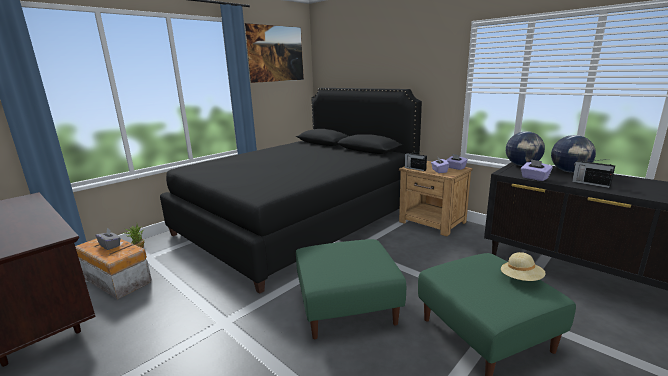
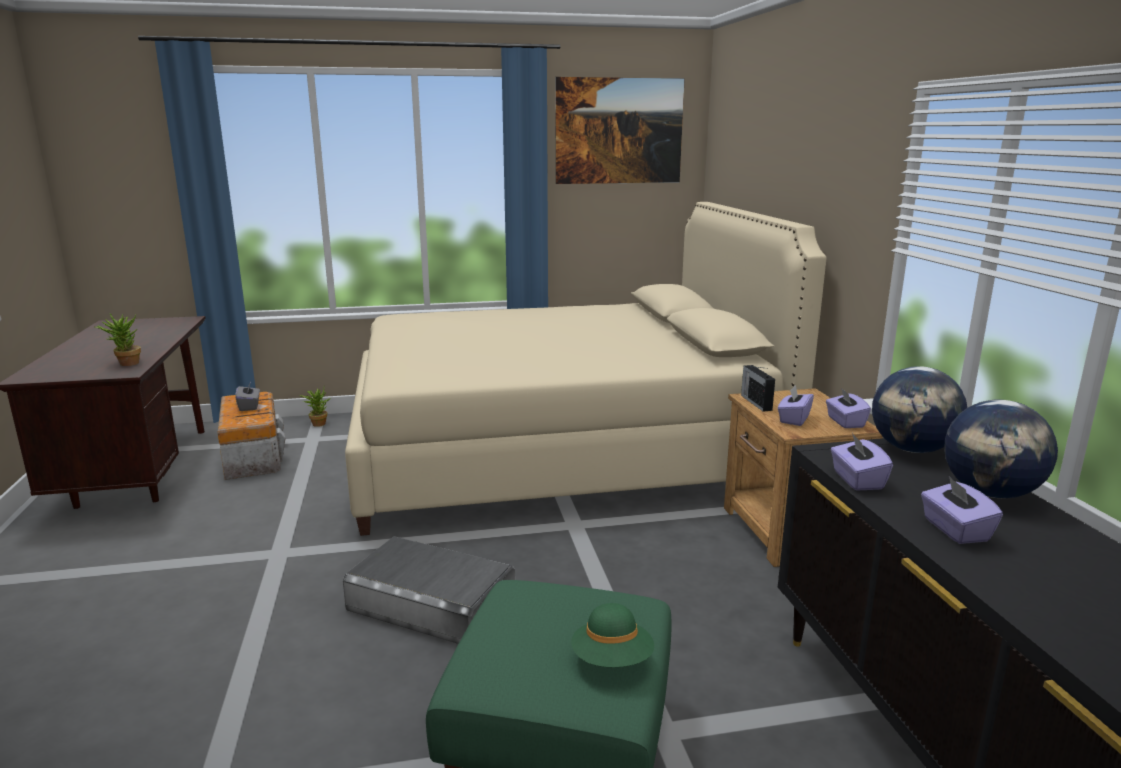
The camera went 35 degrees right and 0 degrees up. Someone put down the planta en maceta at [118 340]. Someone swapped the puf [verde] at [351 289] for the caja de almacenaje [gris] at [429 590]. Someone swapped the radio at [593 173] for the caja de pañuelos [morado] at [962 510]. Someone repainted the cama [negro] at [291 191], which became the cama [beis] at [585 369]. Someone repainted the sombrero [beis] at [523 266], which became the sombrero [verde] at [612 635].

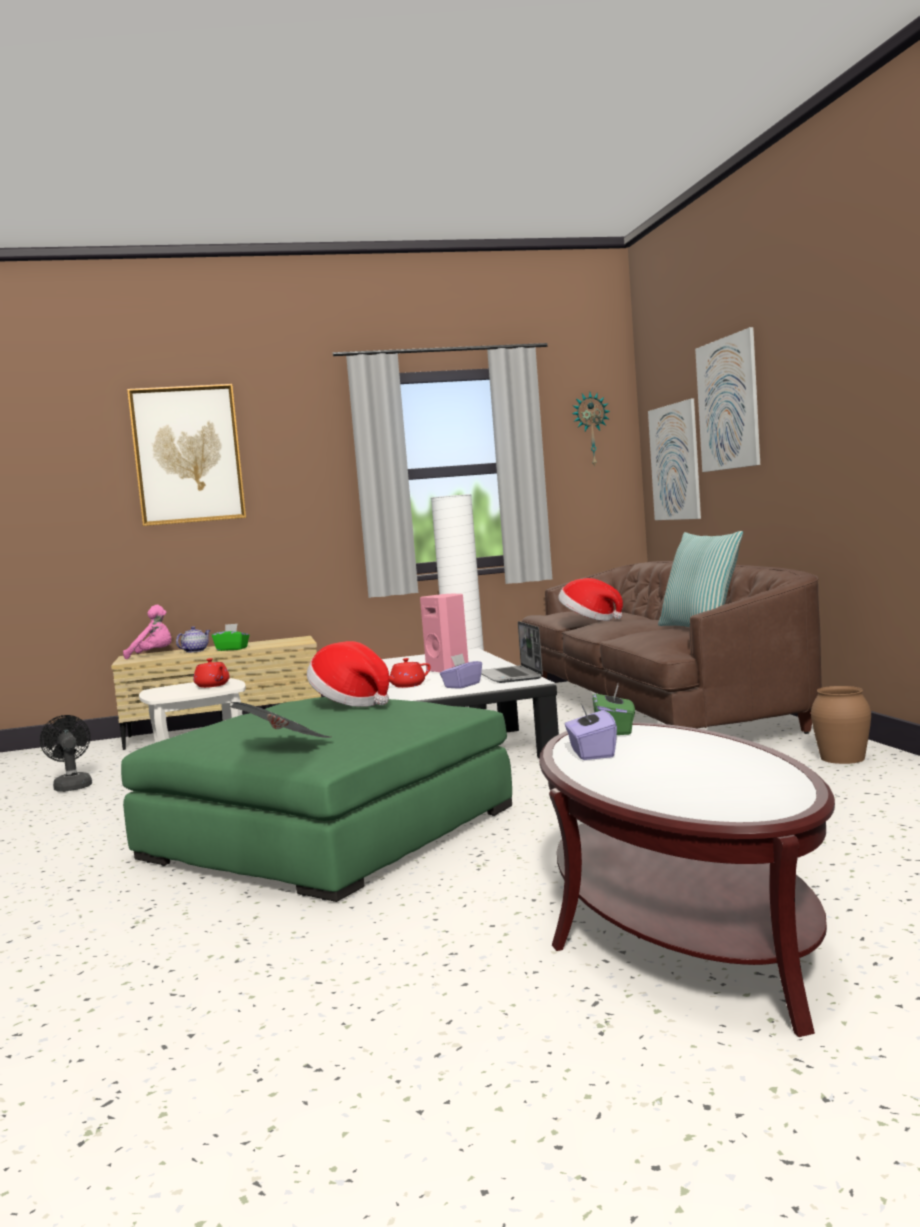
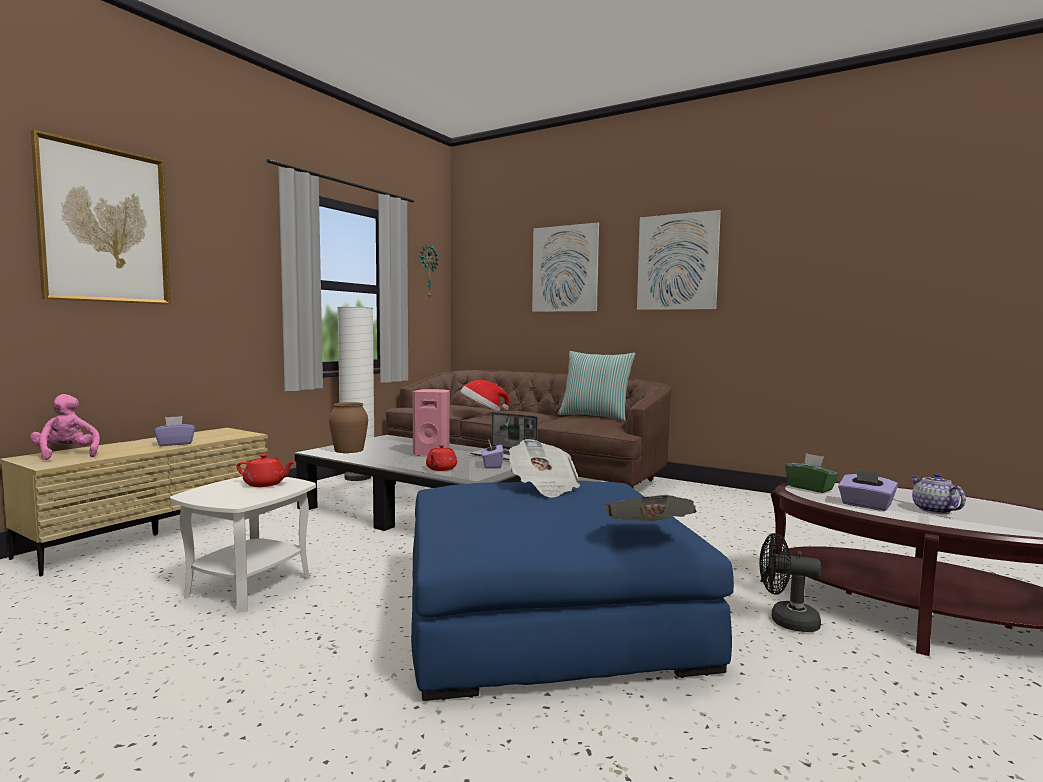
The camera went 45 degrees left and 0 degrees up. Someone carried the ventilador [negro] from [66 753] to [790 582]. Someone carried the tetera from [193 639] to [938 493]. Someone carried the cuadro from [674 459] to [679 260]. Someone carried the florero [marrón] from [841 725] to [348 427]. Someone swapped the sombrero at [348 674] for the periódico at [544 468]. Someone repainted the puf [verde] at [316 799], which became the puf [azul] at [572 591]. Someone repainted the caja de pañuelos [verde] at [231 637], which became the caja de pañuelos [morado] at [174 431]. Someone rotated the peluche [rosa] at [147 632] by 90 degrees counterclockwise.

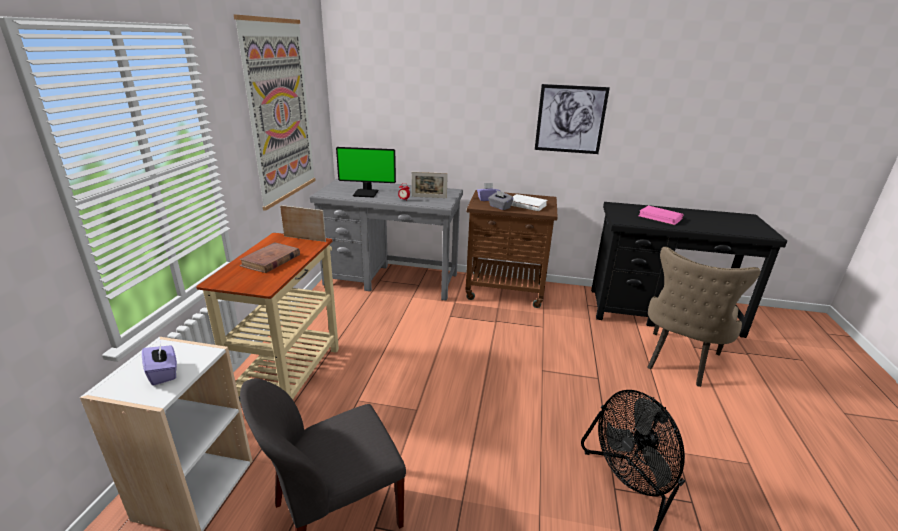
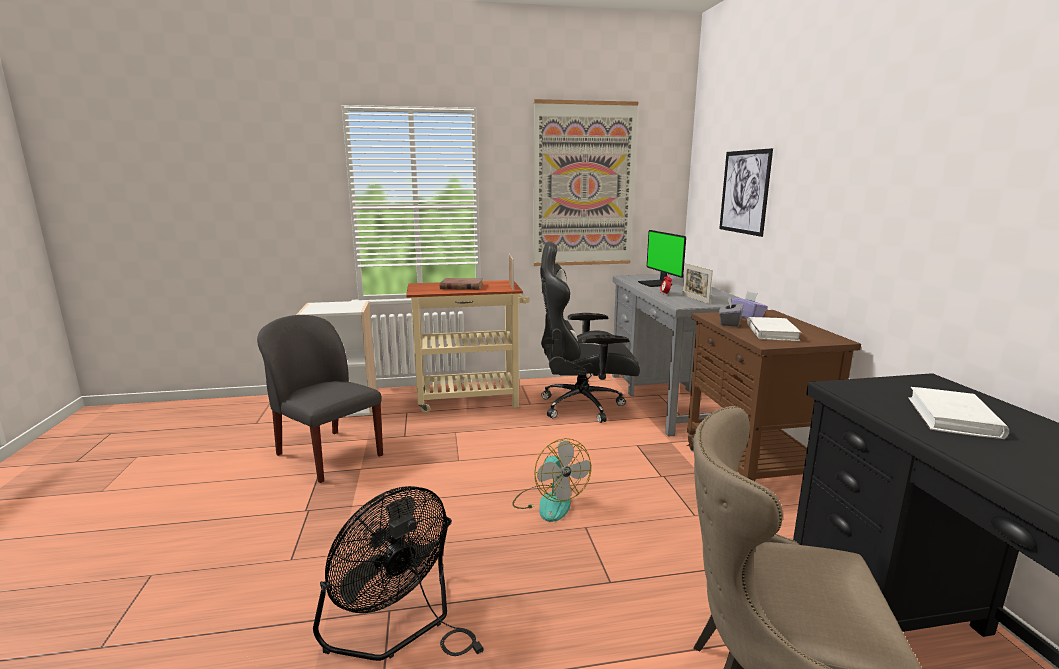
The camera went 70 degrees right and 10 degrees down. Someone took away the caja de pañuelos [morado] at [159 364]. Someone put down the ventilador at [551 480]. Someone put down the silla de oficina [negro] at [590 332]. Someone carried the cuadro from [572 119] to [746 192]. Someone repainted the libro [rosa] at [660 215], which became the libro [blanco] at [959 413].

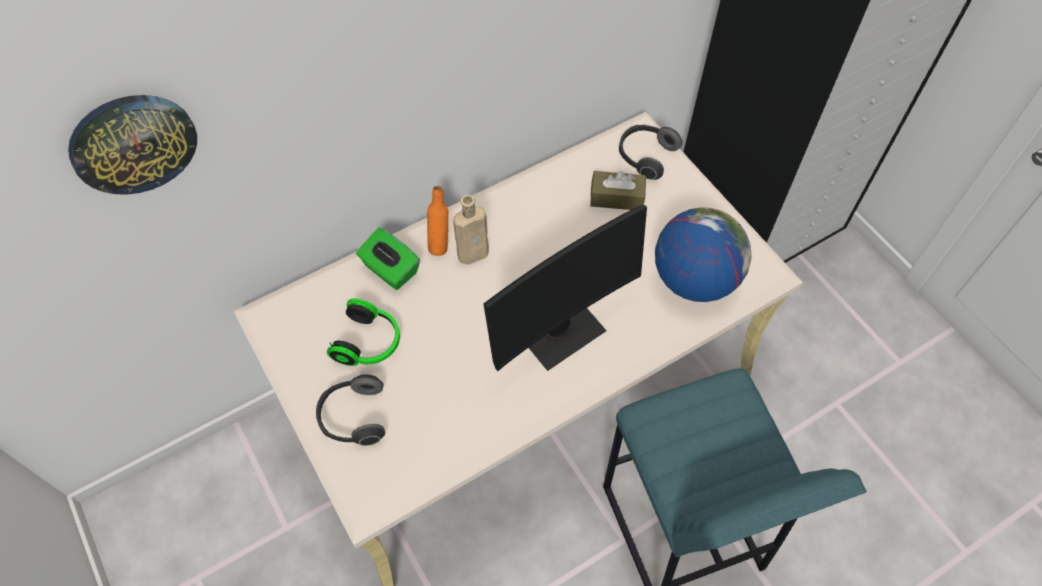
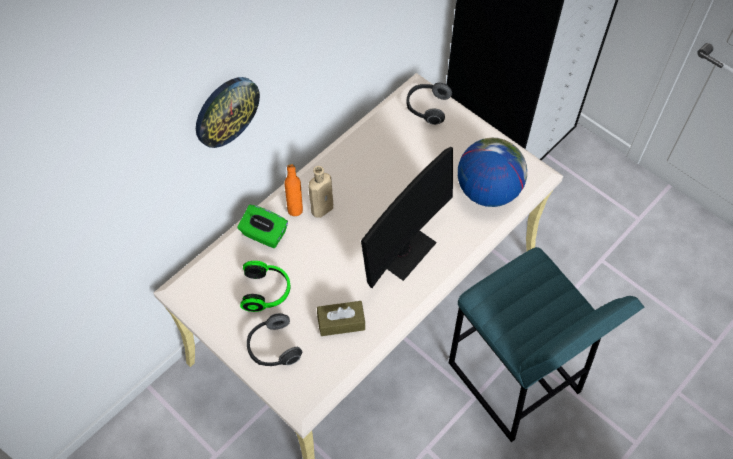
The camera went 15 degrees left and 0 degrees up. Someone carried the reloj de pared from [132 145] to [228 112]. Someone carried the caja de pañuelos [marrón] from [618 190] to [341 318].

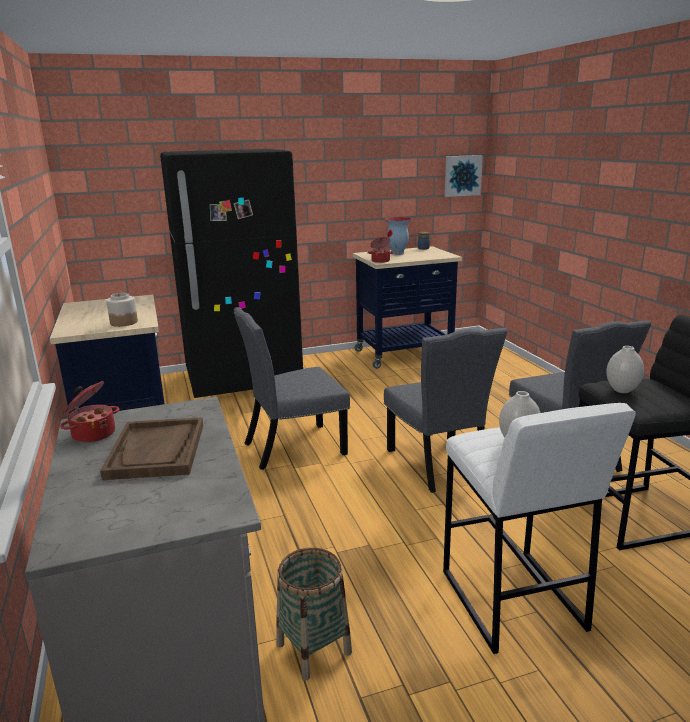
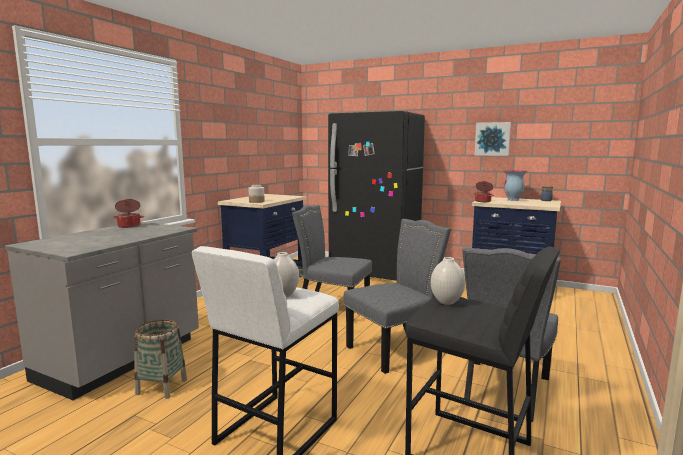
The camera went 45 degrees right and 10 degrees down. Someone took away the bandeja [marrón] at [151 448]. Someone carried the cuadro from [464 176] to [492 139]. Someone rotated the silla [gris] at [446 410] by 150 degrees counterclockwise.

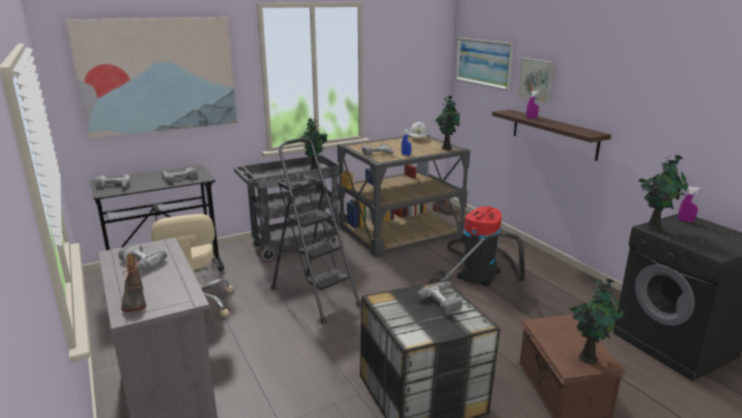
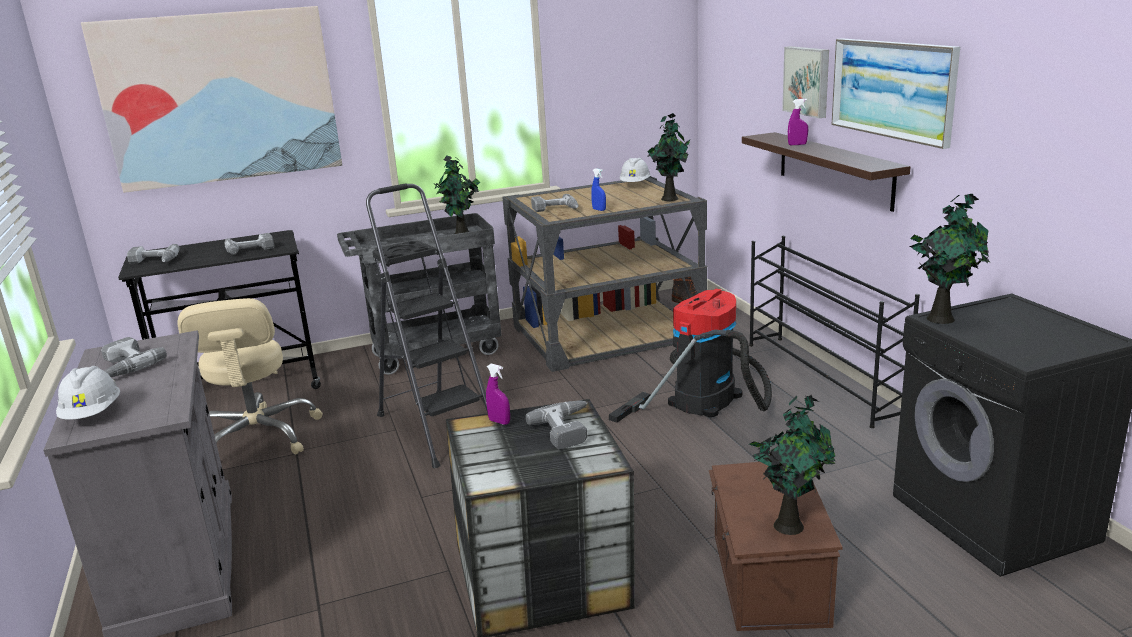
The camera went 10 degrees right and 0 degrees up. Someone put down the zapatero [negro] at [834 332]. Someone carried the cuadro from [484 64] to [896 93]. Someone carried the pulverizador [morado] from [689 204] to [498 394]. Someone swapped the bota at [133 282] for the casco [blanco] at [88 393].

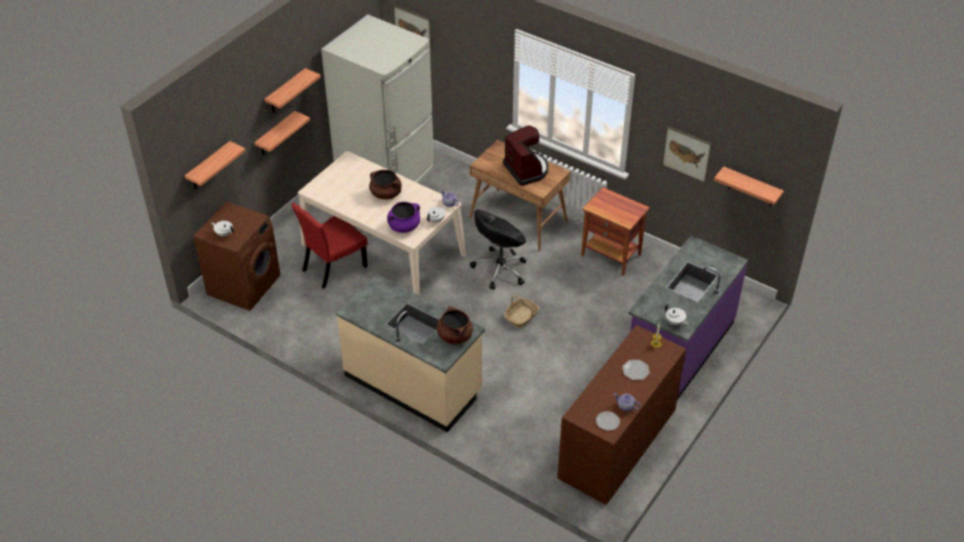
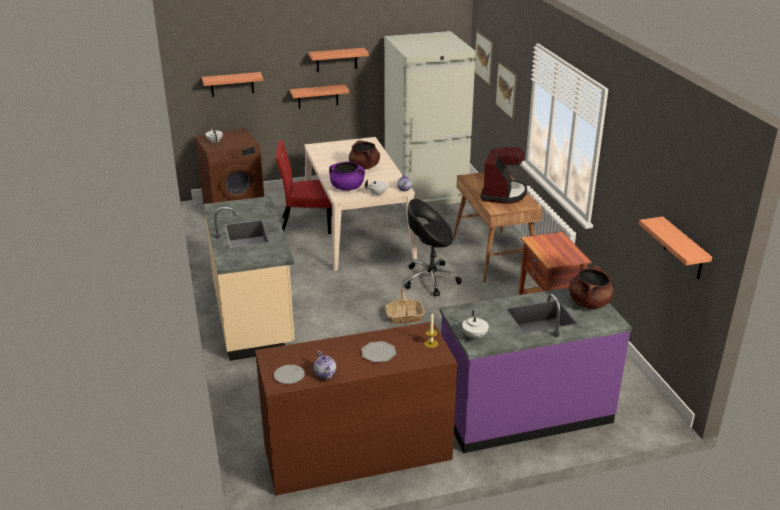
The camera went 40 degrees right and 15 degrees down. Someone carried the olla [marrón] from [455 325] to [591 287]. Someone carried the cuadro from [686 154] to [506 90].

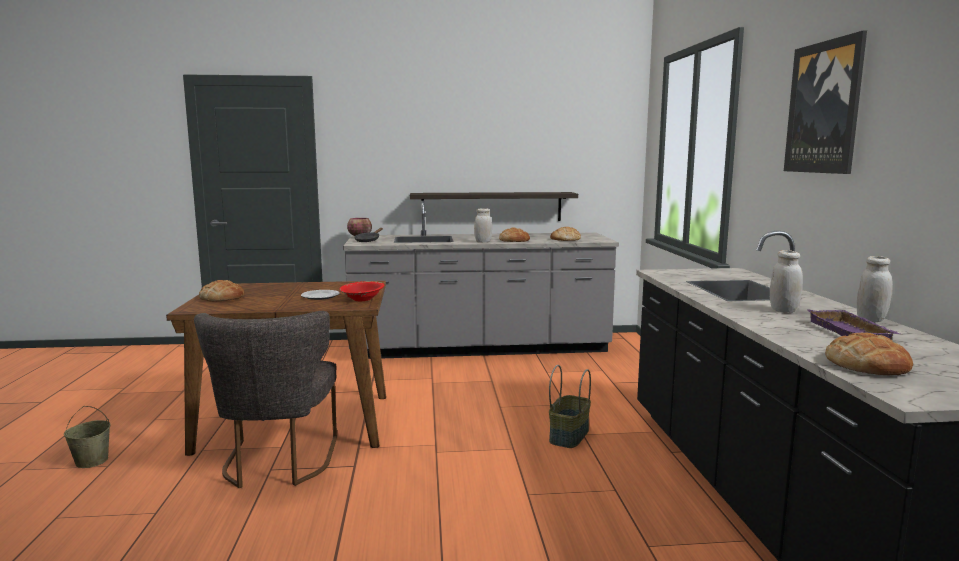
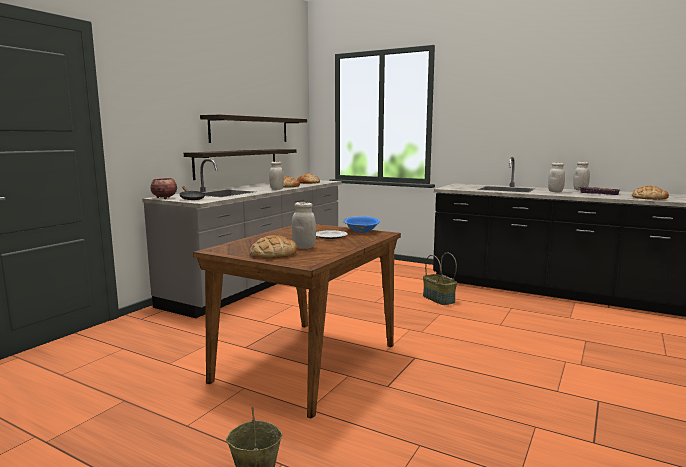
The camera went 55 degrees left and 0 degrees up. Someone took away the silla [gris] at [265 399]. Someone took away the cuadro at [825 102]. Someone put up the estante at [253 129]. Someone put down the tarro [blanco] at [304 225]. Someone repainted the cuenco [rojo] at [362 291], which became the cuenco [azul] at [361 224].

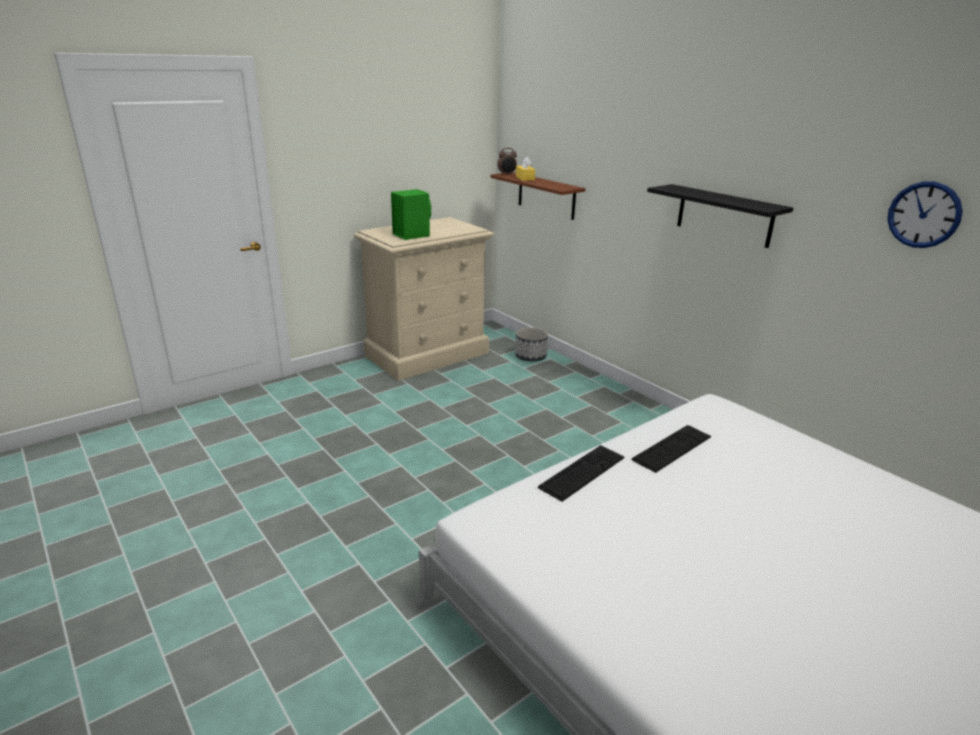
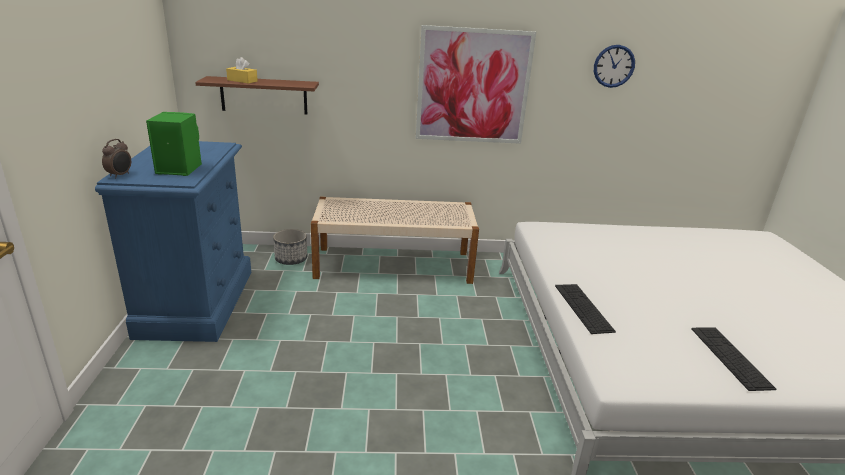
The camera went 55 degrees left and 0 degrees up. Someone put down the banco [beis] at [395 240]. Someone carried the despertador from [507 161] to [116 158]. Someone carried the teclado from [671 449] to [734 359]. Someone swapped the estante [negro] at [720 216] for the cuadro at [476 84]. Someone repainted the cómoda [beis] at [424 299], which became the cómoda [azul] at [173 241].

